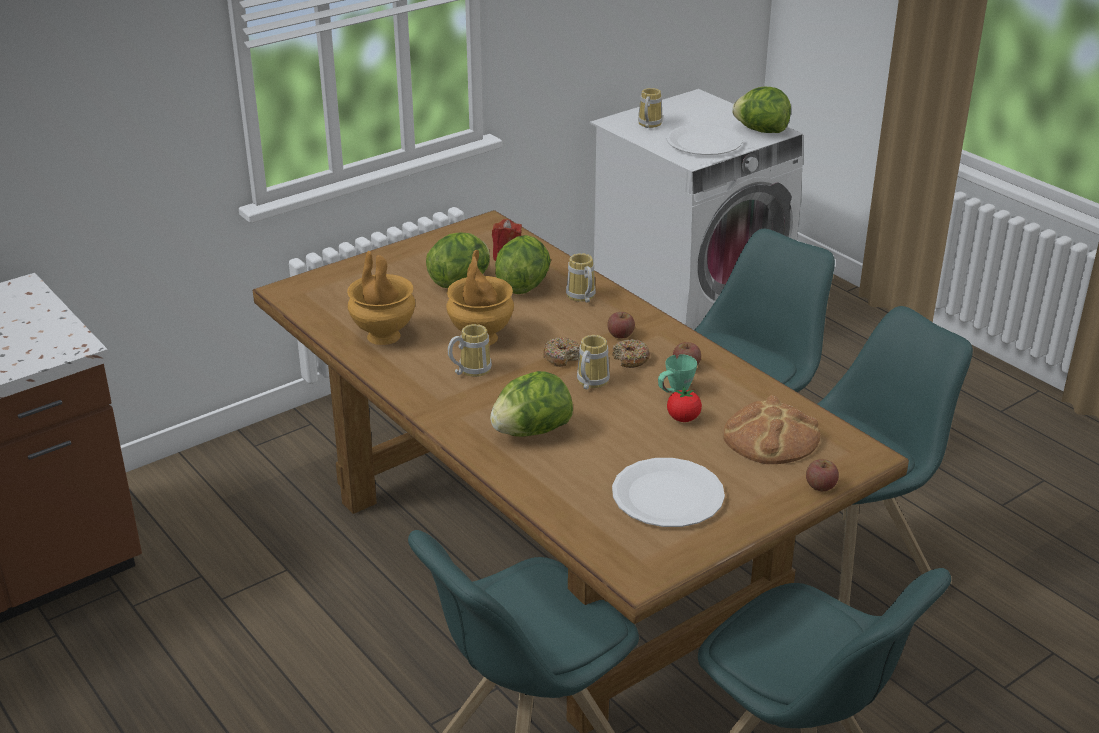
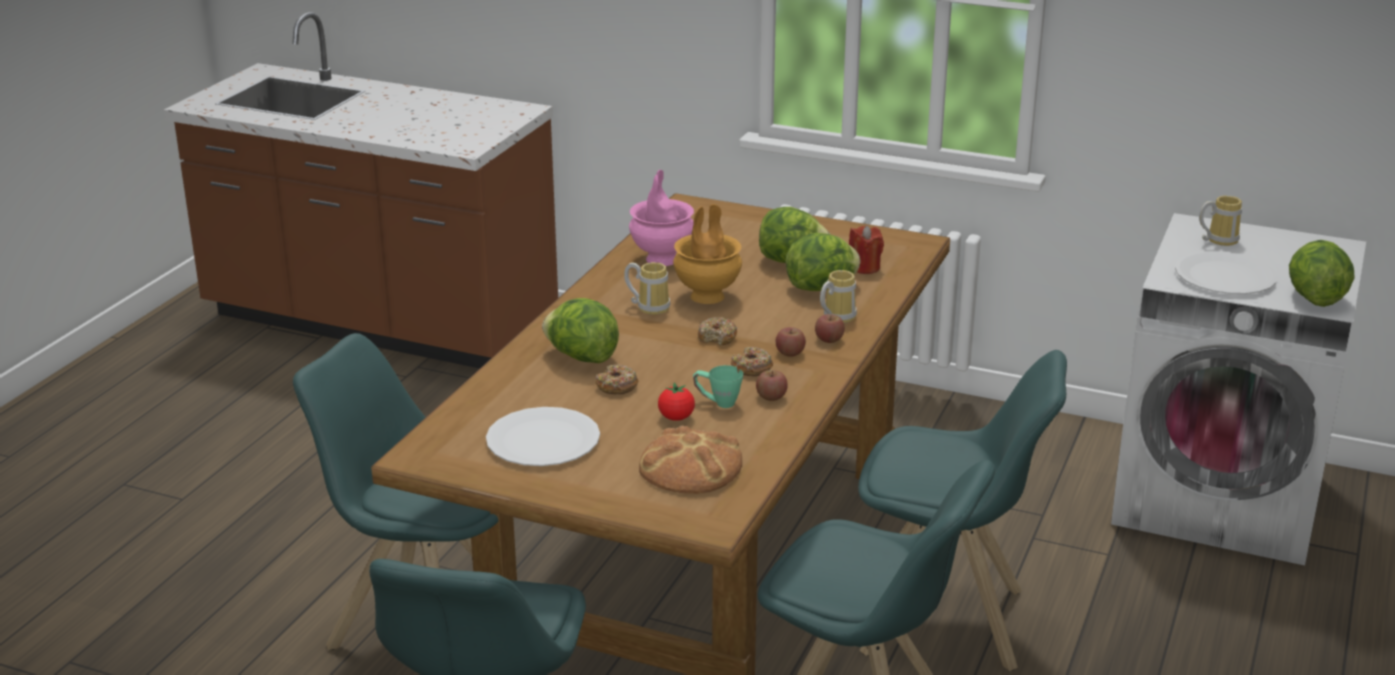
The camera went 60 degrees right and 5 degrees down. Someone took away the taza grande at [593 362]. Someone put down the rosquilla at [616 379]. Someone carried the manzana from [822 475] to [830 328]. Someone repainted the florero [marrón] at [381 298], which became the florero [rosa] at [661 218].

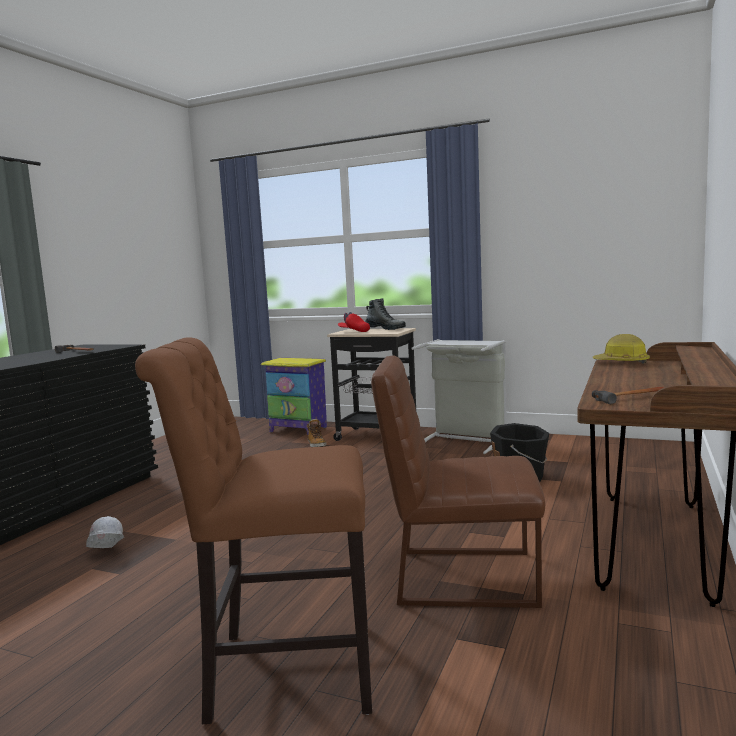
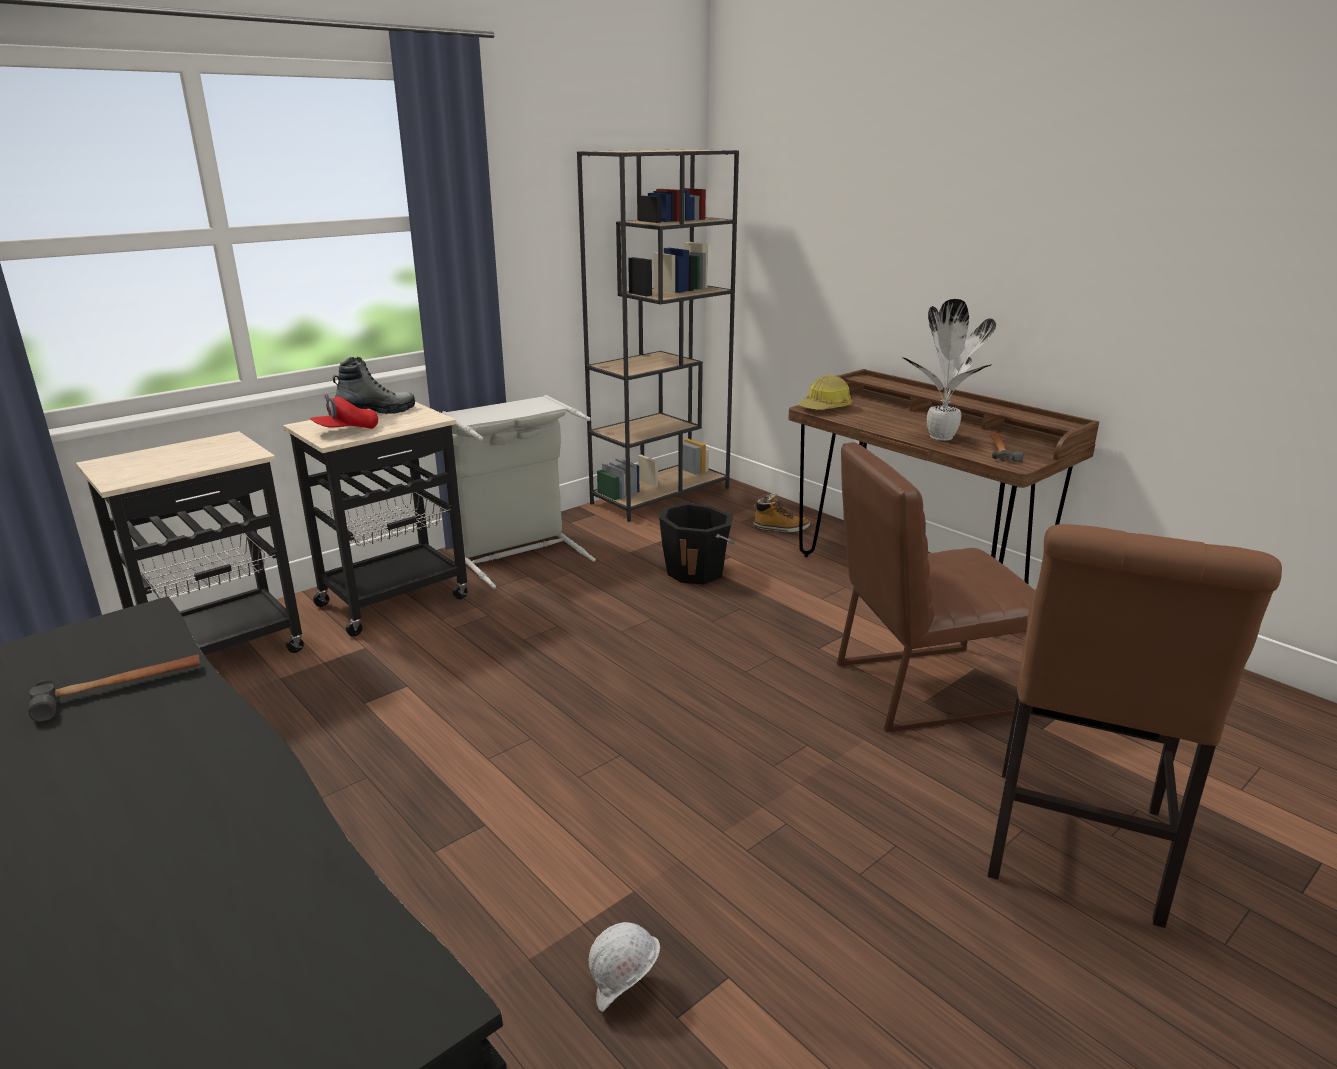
The camera went 65 degrees left and 15 degrees up. Someone put down the estantería at [658 335]. Someone put down the planta en maceta at [949 370]. Someone carried the bota from [317 433] to [781 513]. Someone swapped the mesita de noche at [294 396] for the carrito at [190 543]. Someone rotated the silla [marrón] at [458 481] by 45 degrees clockwise.

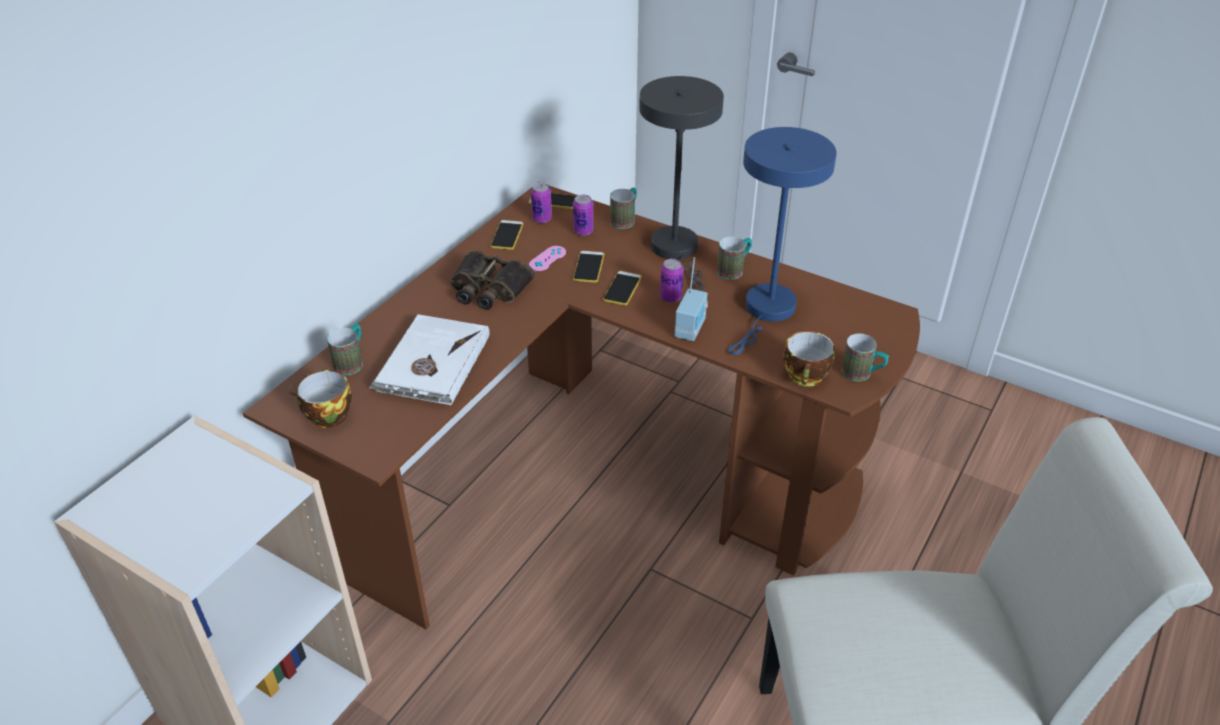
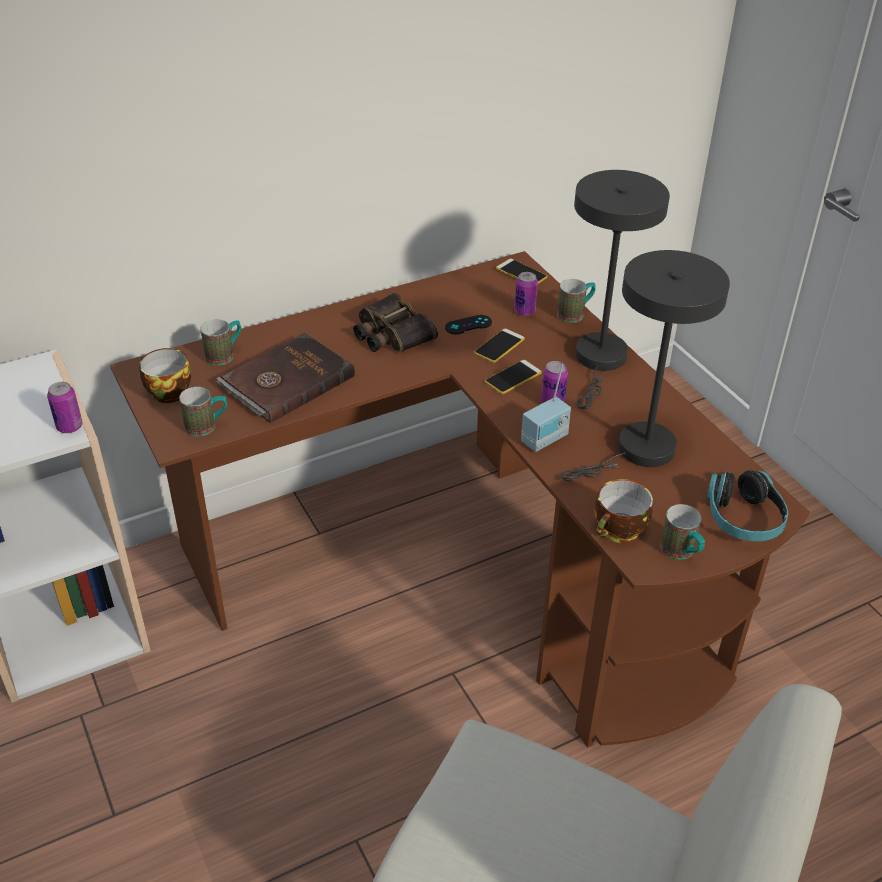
The camera went 30 degrees right and 0 degrees up. Someone took away the móvil at [507 235]. Someone put down the auriculares at [748 505]. Someone carried the lata from [541 203] to [65 407]. Someone carried the taza grande from [734 258] to [203 412]. Someone repainted the libro [blanco] at [429 359], which became the libro [marrón] at [285 378]. Someone repainted the mando de consola [rosa] at [547 258], which became the mando de consola [negro] at [468 324]. Someone repainted the lámpara de mesa [azul] at [782 241], which became the lámpara de mesa [gris] at [645 365].

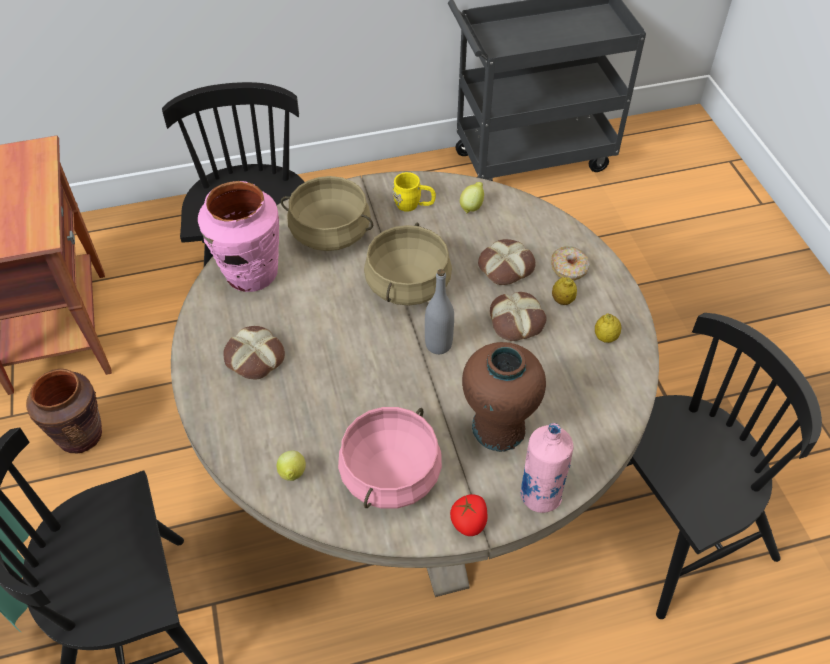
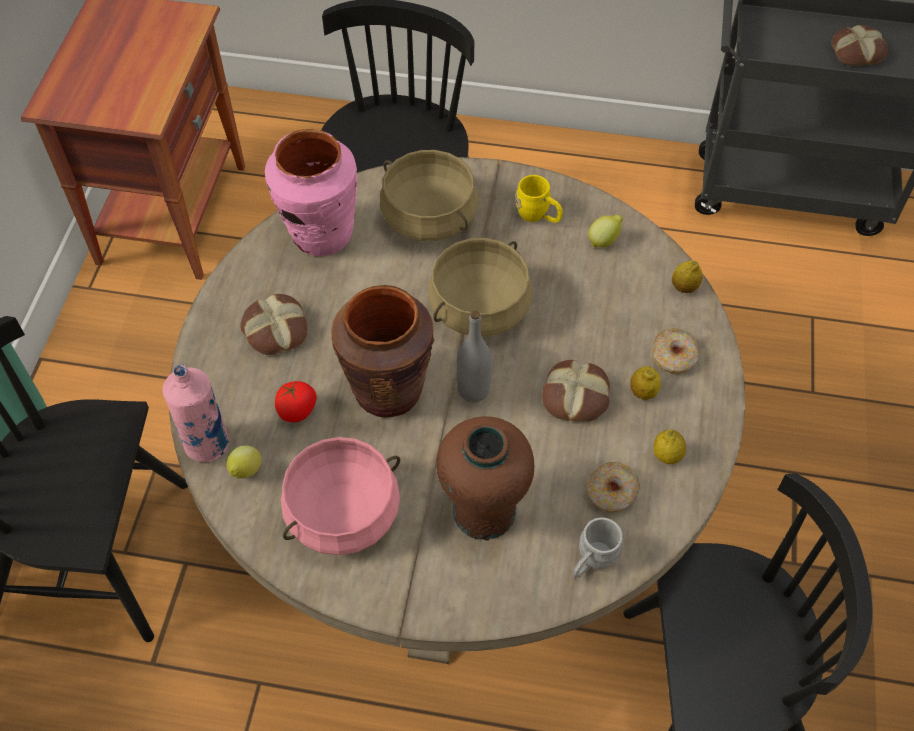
The camera went 25 degrees right and 5 degrees up. Someone put down the taza grande [gris] at [597 548]. Someone put down the rosquilla at [613 487]. Someone put down the limón at [687 277]. Someone carried the florero [marrón] from [64 411] to [383 351]. Someone carried the tomate from [469 515] to [296 401]. Someone carried the pan from [507 262] to [859 45]. Someone carried the botella [rosa] from [546 468] to [195 413].

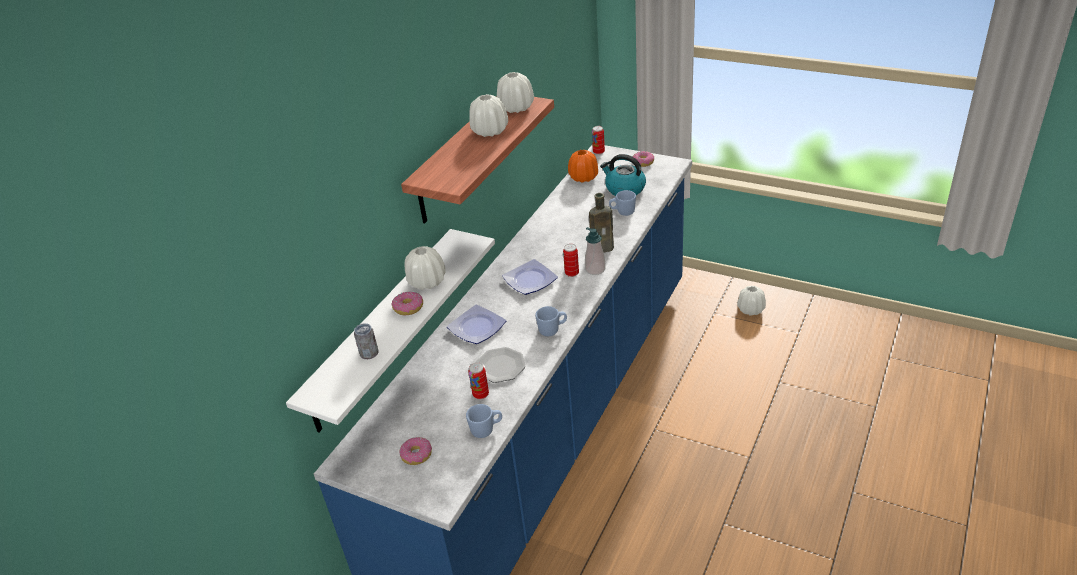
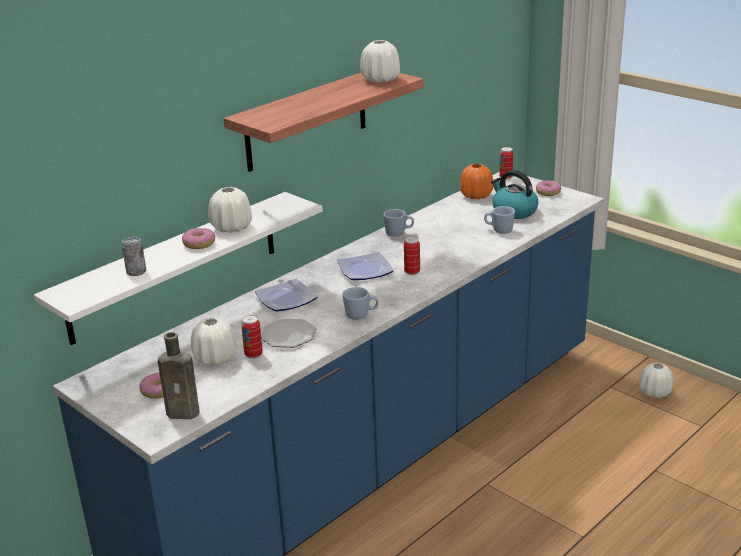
The camera went 15 degrees right and 10 degrees down. Someone took away the dispensador de jabón at [595 251]. Someone carried the taza grande [azul] from [484 421] to [398 223]. Someone carried the florero [blanco] from [488 115] to [213 342]. Someone carried the botella [marrón] from [601 222] to [179 375].

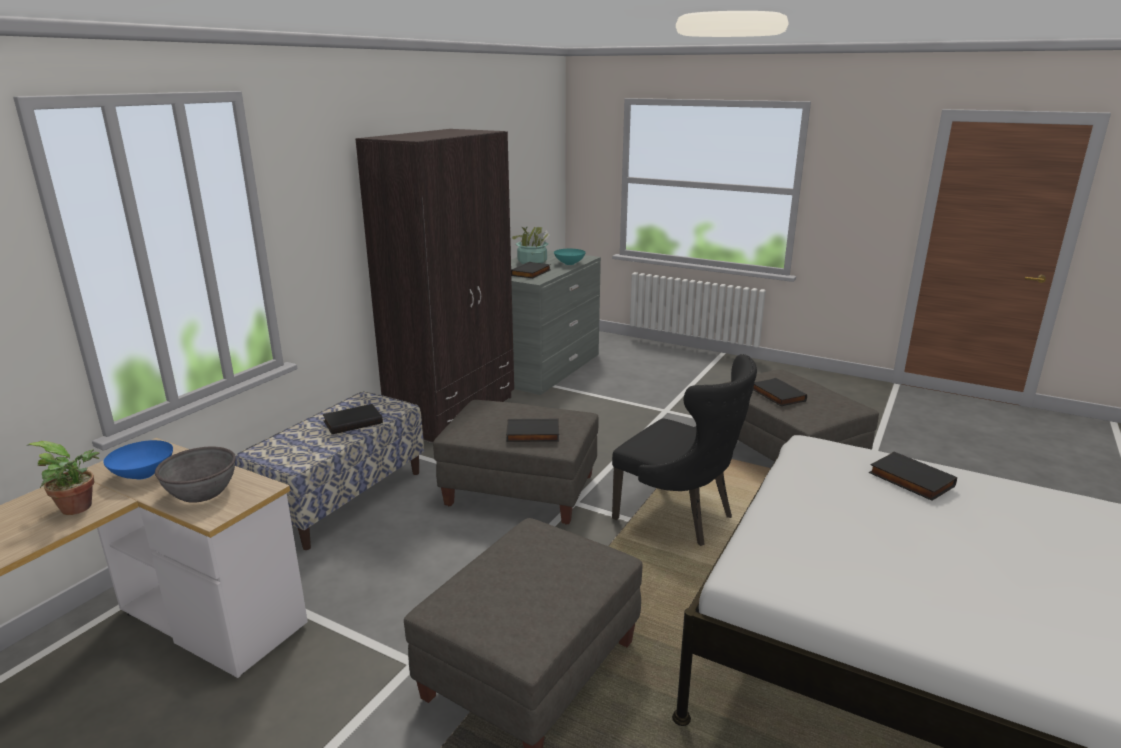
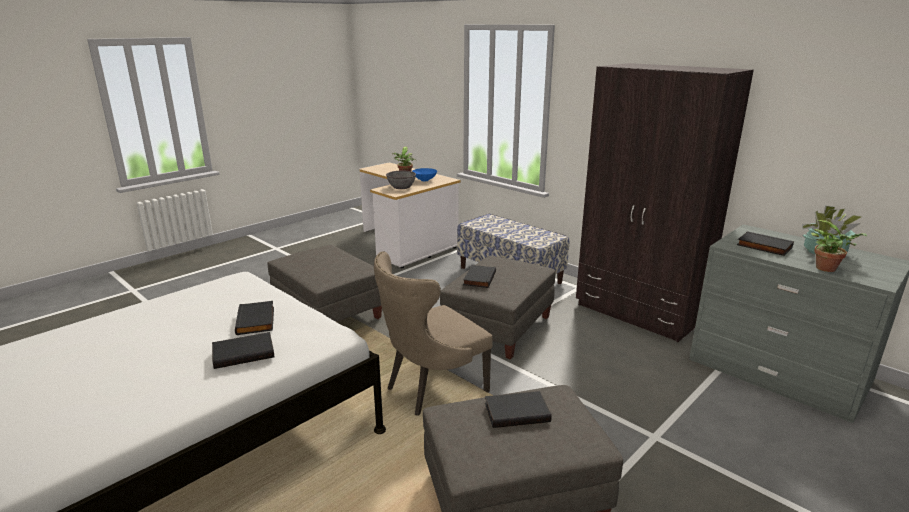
The camera went 105 degrees right and 0 degrees up. Someone carried the libro [negro] from [353 419] to [254 318]. Someone swapped the cuenco [turquesa] at [570 257] for the planta en maceta at [839 246]. Someone repainted the silla [negro] at [684 450], which became the silla [beis] at [433 333].

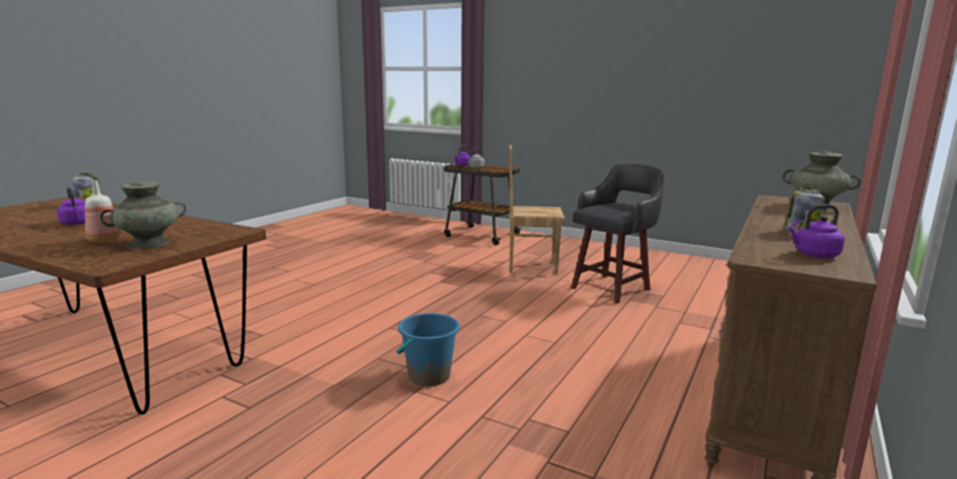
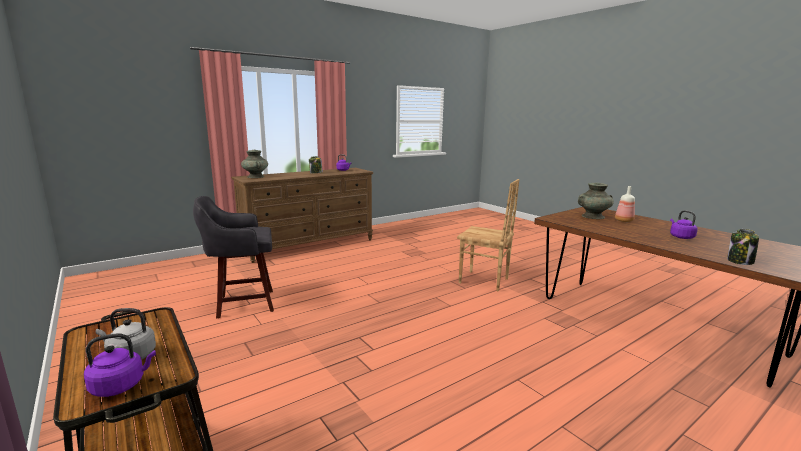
The camera went 155 degrees left and 0 degrees up. Someone took away the cubo [azul] at [428 349]. Someone carried the silla [marrón] from [537 210] to [488 235].

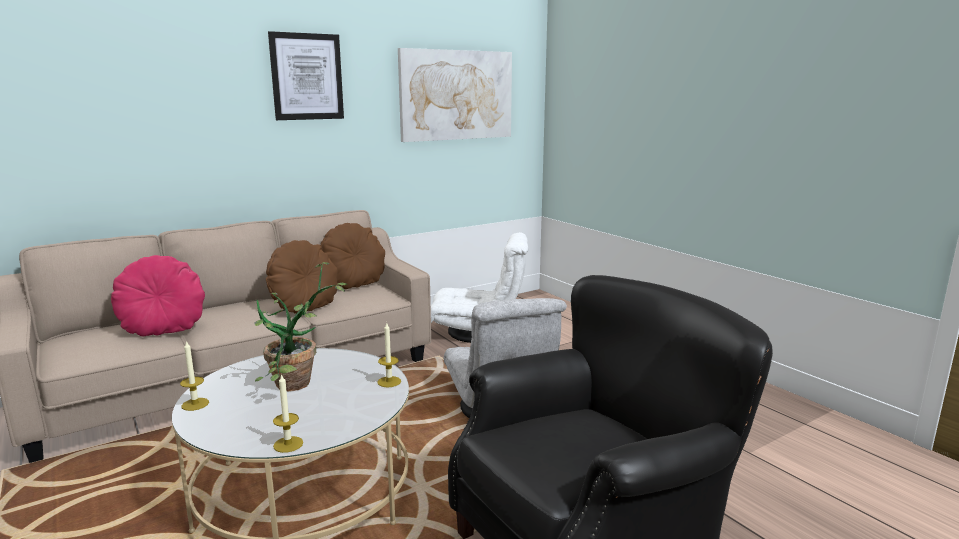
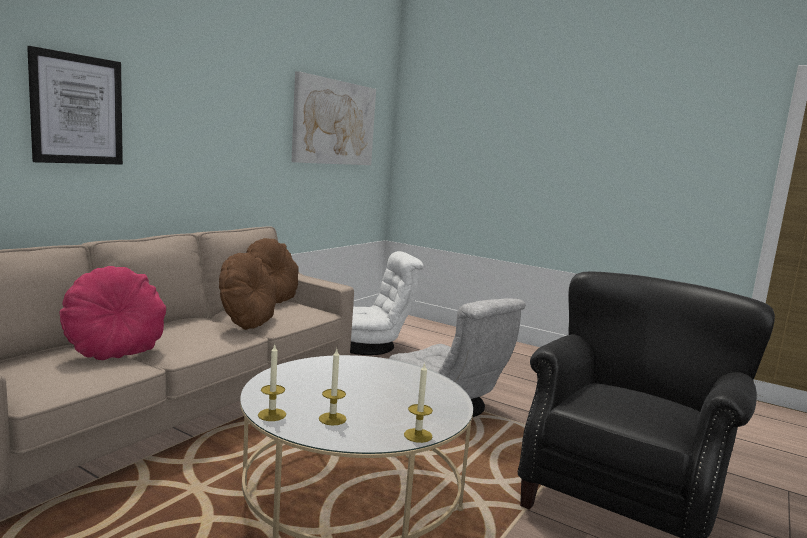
The camera went 25 degrees left and 5 degrees down. Someone took away the planta en maceta at [301 327]. Someone carried the cuadro from [306 75] to [75 105]. Someone carried the vela from [389 355] to [333 387].

